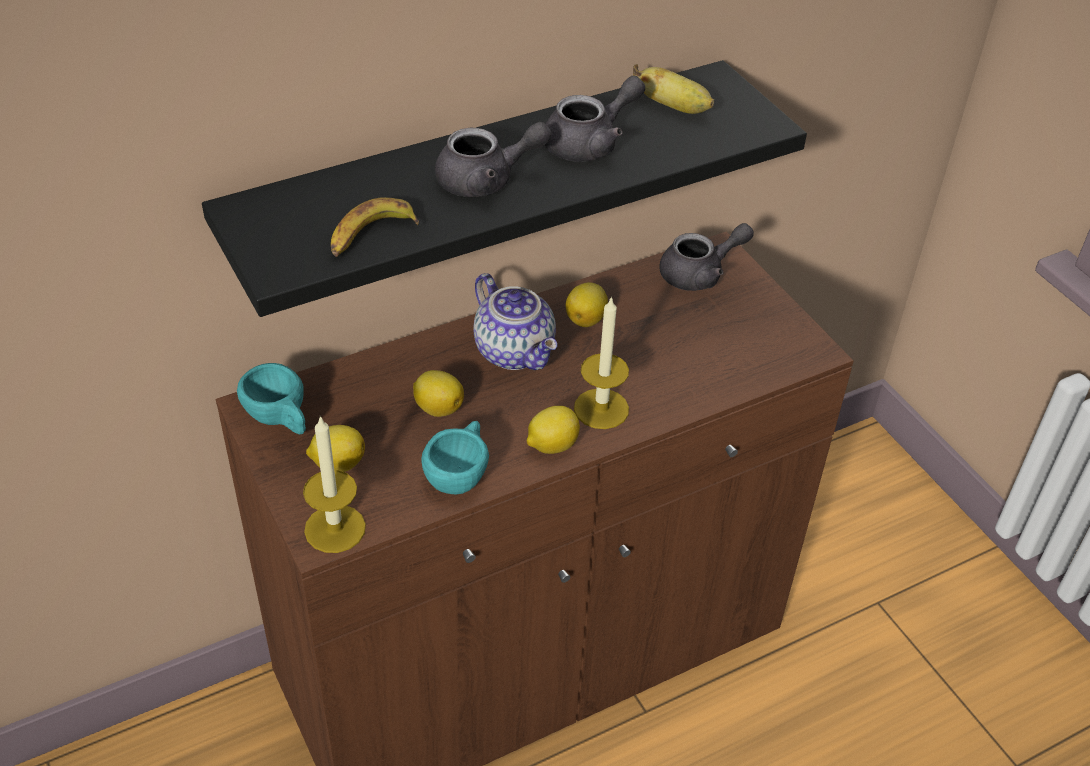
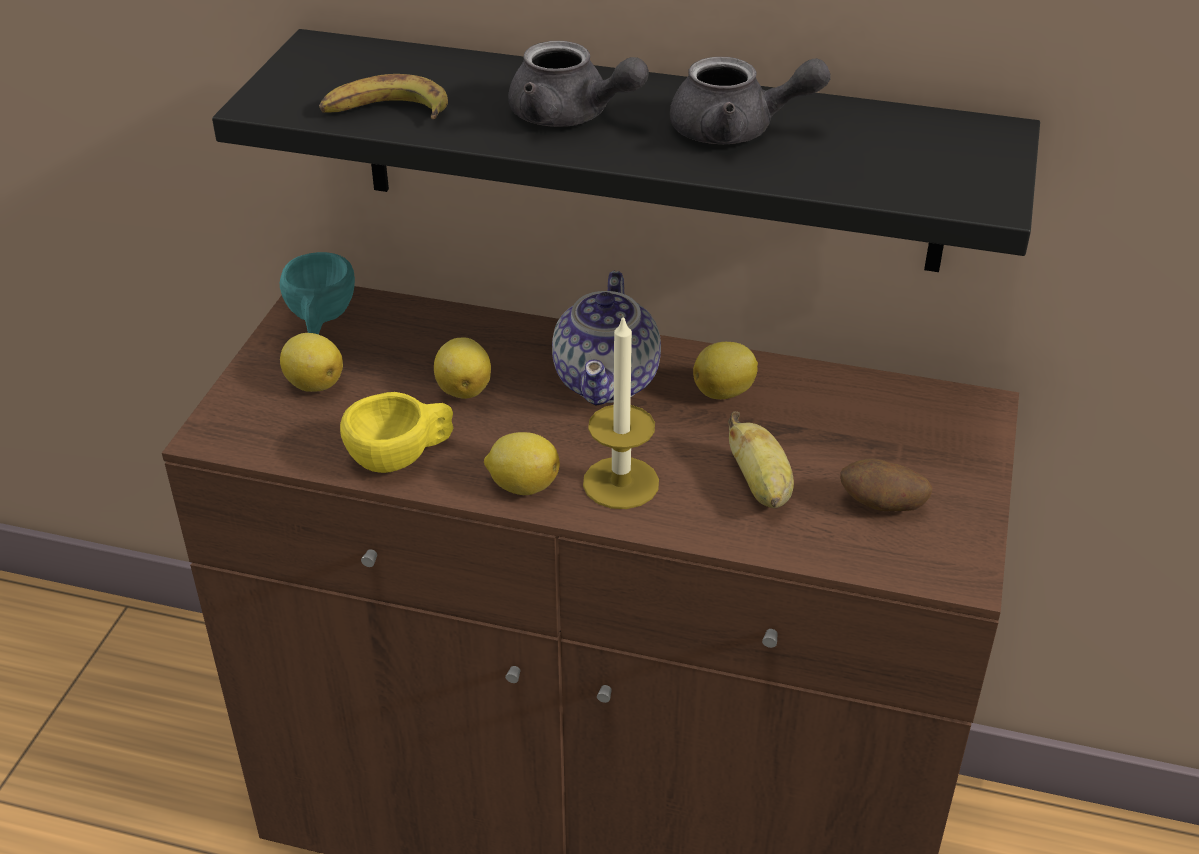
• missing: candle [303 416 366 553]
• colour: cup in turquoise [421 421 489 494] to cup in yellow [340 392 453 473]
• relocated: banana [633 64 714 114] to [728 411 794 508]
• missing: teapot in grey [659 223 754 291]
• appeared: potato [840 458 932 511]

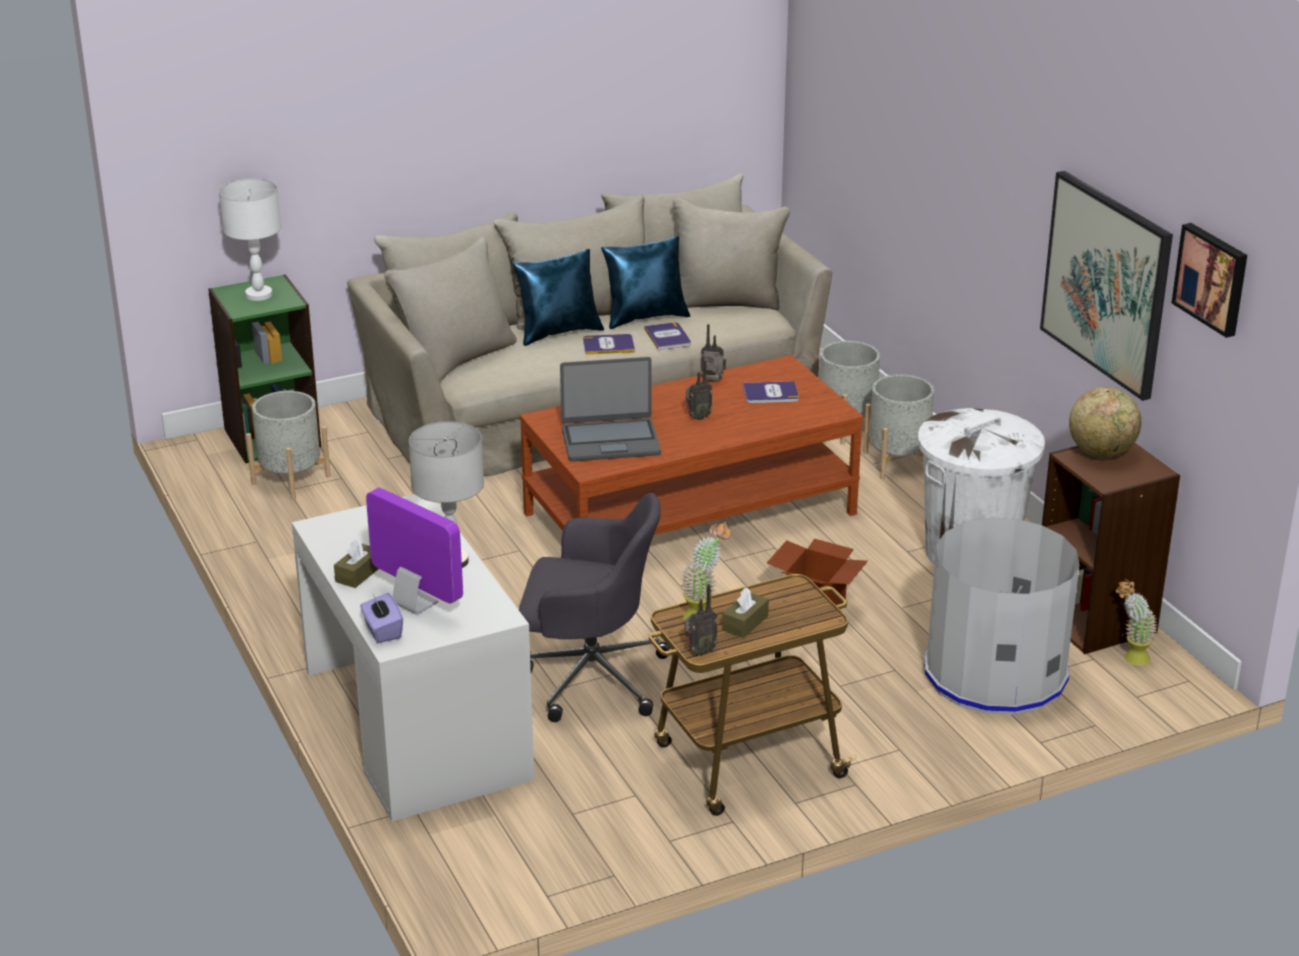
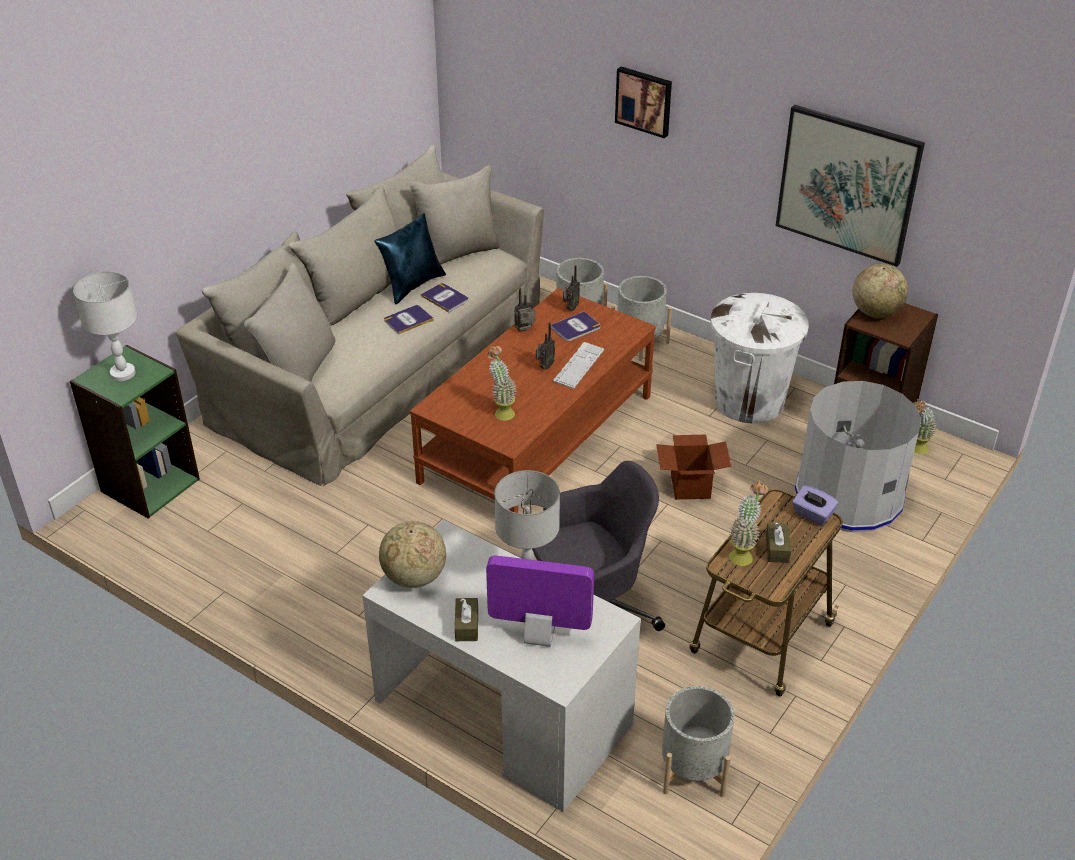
• relocated: planter in grey [246 391 331 500] to [662 686 735 797]
• relocated: tissue box in purple [360 593 403 643] to [792 485 839 525]
• missing: pillow in blue [512 249 604 346]
• exchanged: laptop [560 357 661 461] to potted plant [487 346 517 421]
• relocated: radio [685 584 718 656] to [563 265 580 311]
• relocated: picture [1172 223 1247 338] to [615 67 672 138]
• appeared: globe [379 521 446 588]
• appeared: keyboard [553 342 604 389]

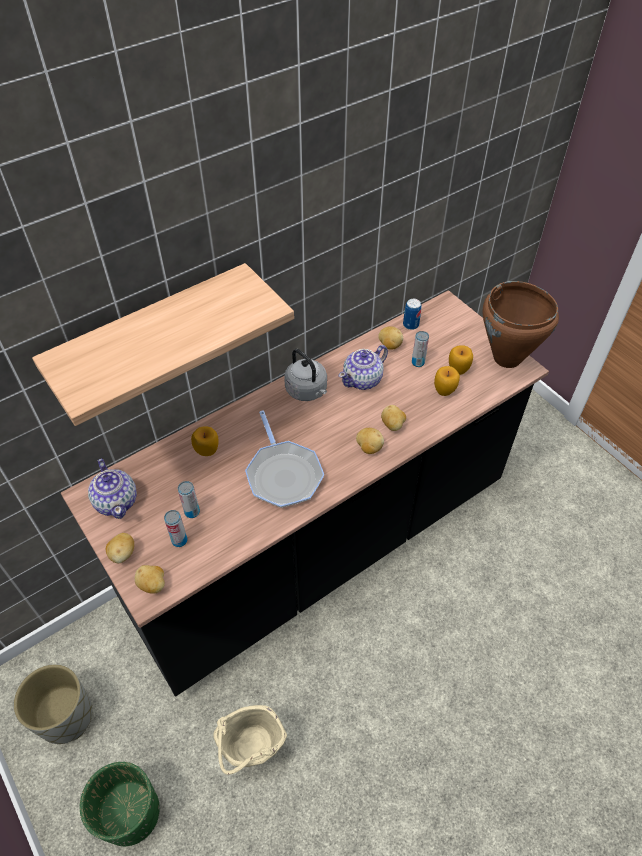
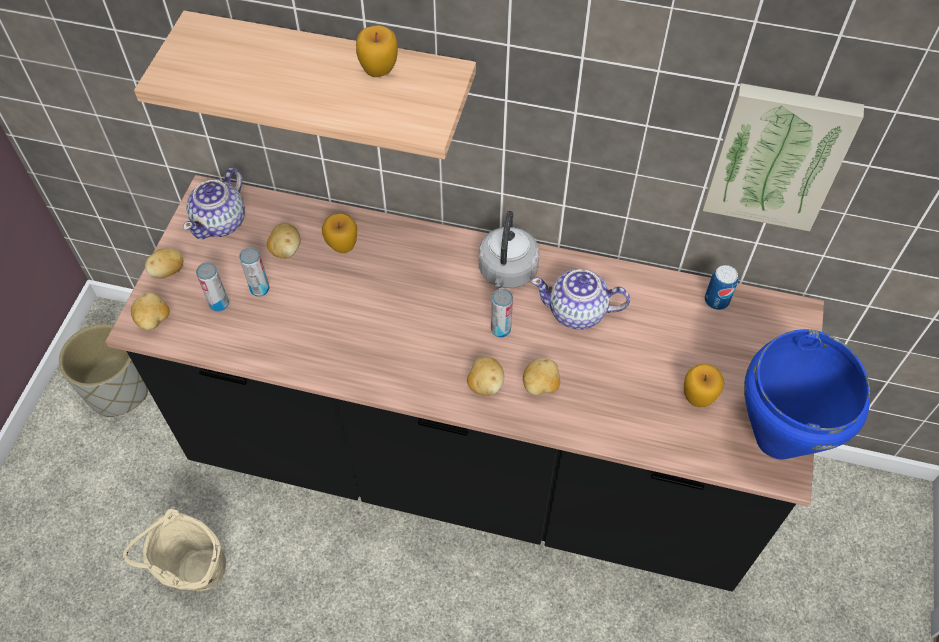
• missing: planter in green [80 762 160 846]
• missing: frying pan [245 411 324 508]
• relocated: potato [378 326 403 350] to [267 223 301 259]
• relocated: can [412 331 429 367] to [491 288 513 337]
• relocated: apple [434 366 460 396] to [356 25 398 77]
• colour: cooking pot in brown [483 281 559 368] to cooking pot in blue [744 329 870 460]
• appeared: picture [703 83 864 232]

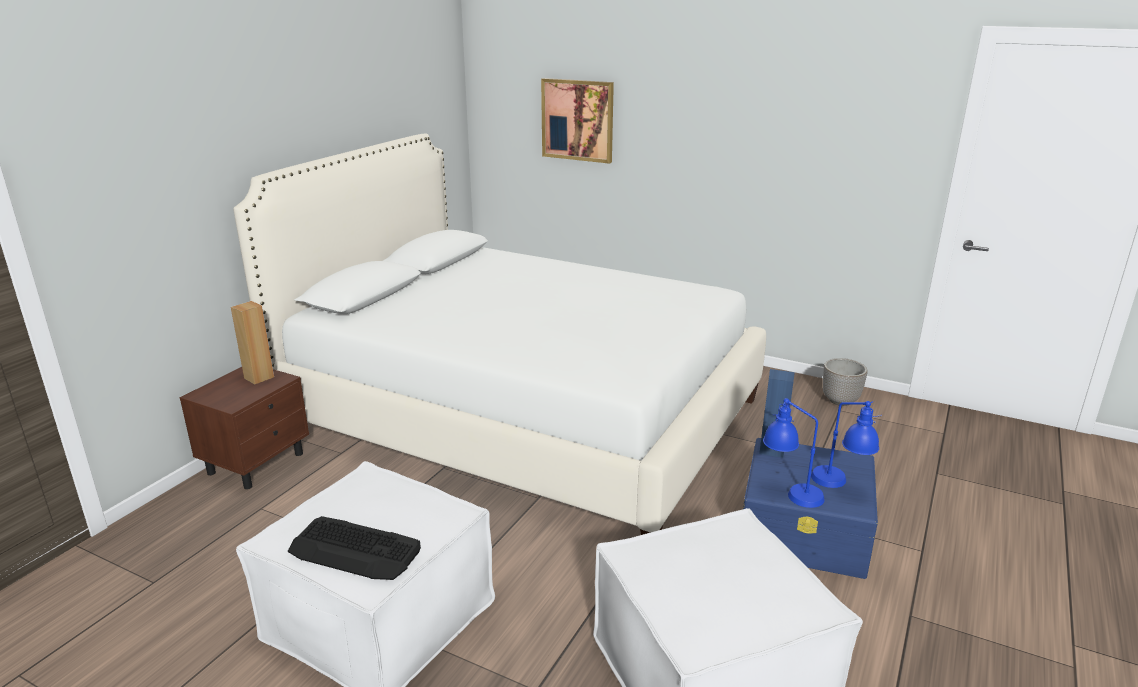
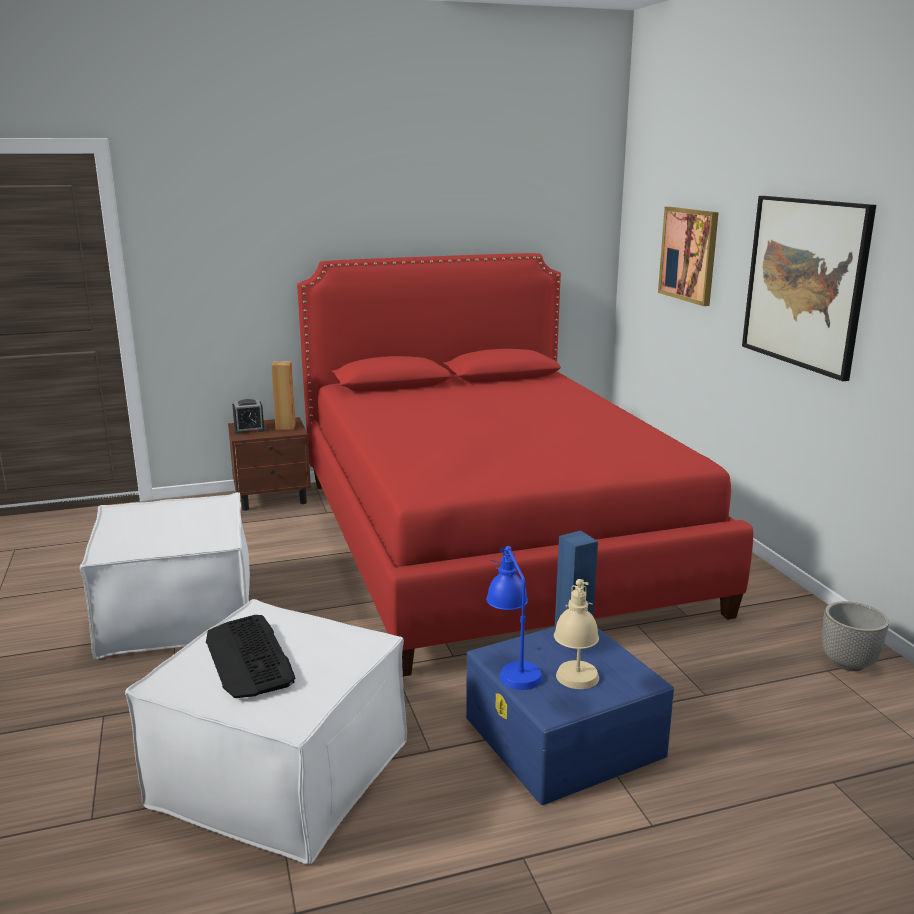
• colour: bed in white [233 134 766 535] to bed in red [297 253 753 677]
• relocated: keyboard [288 516 421 580] to [206 615 295 698]
• colour: table lamp in blue [811 401 882 488] to table lamp in beige [554 579 599 689]
• appeared: alarm clock [232 399 266 434]
• appeared: picture [742 196 876 381]

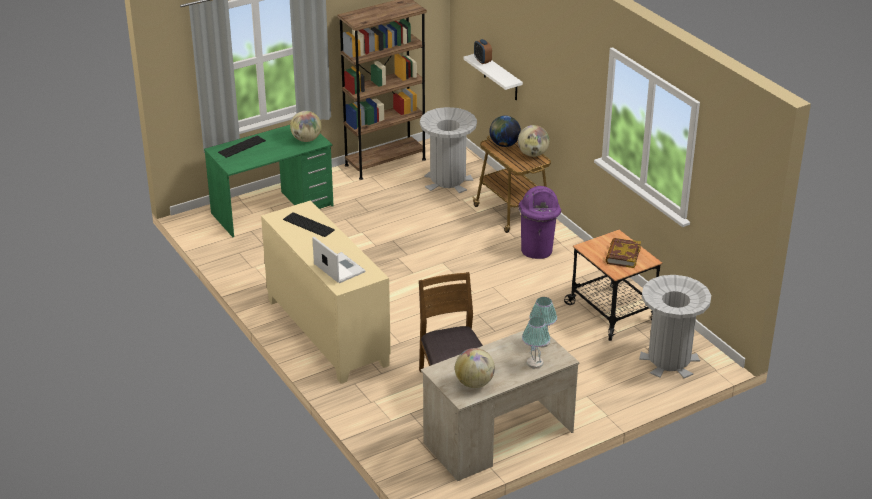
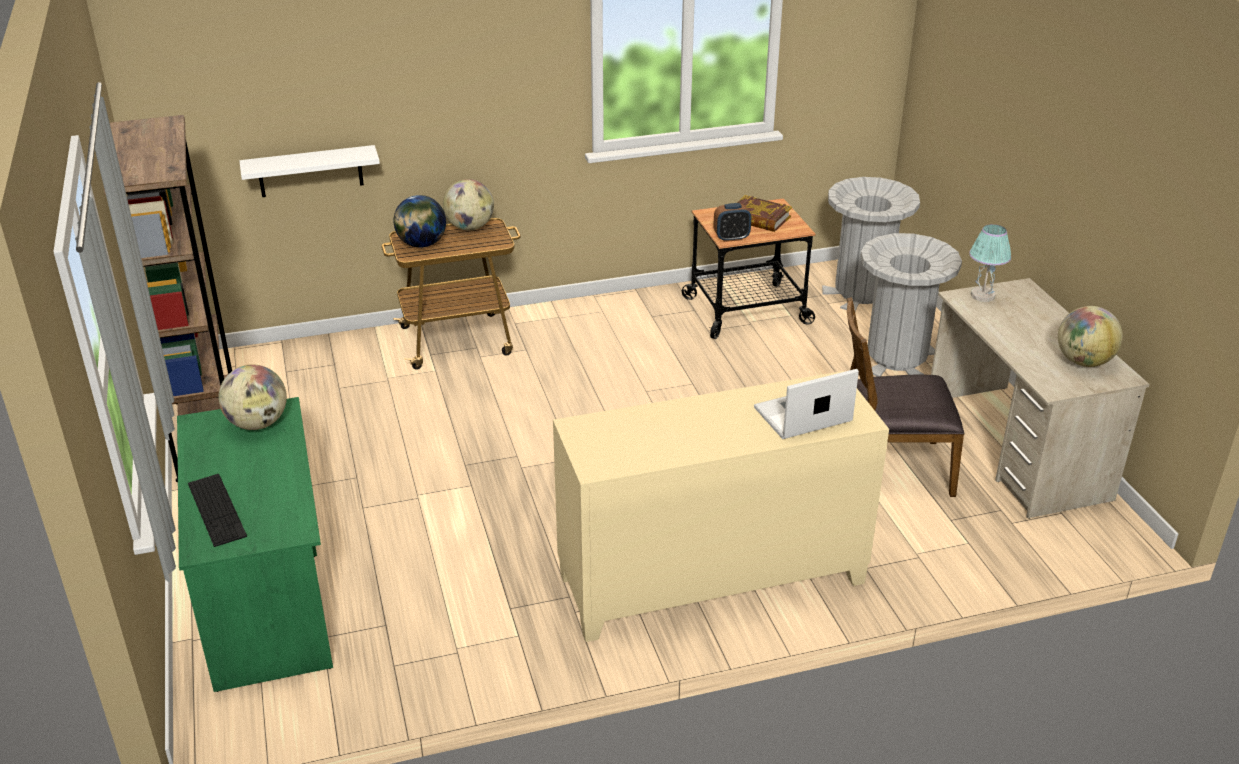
• missing: keyboard [283 212 335 237]
• relocated: trash can in grey [420 107 477 193] to [860 233 962 377]
• relocated: alarm clock [474 39 492 64] to [713 203 751 242]
• missing: trash can in purple [518 186 561 259]
• missing: table lamp [522 317 550 369]

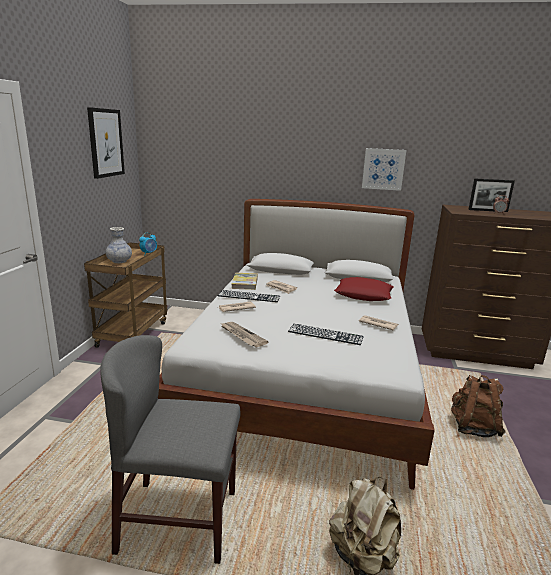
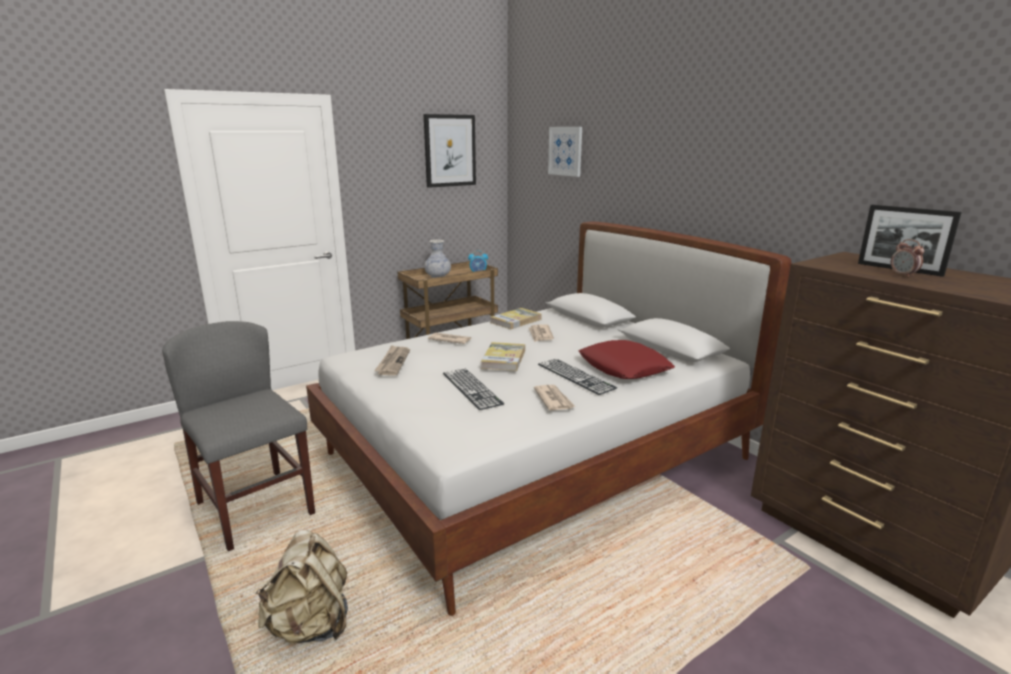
• relocated: keyboard [217 290 280 302] to [538 359 617 395]
• relocated: picture [362 148 406 191] to [548 127 582 177]
• missing: backpack in brown [451 375 506 438]
• appeared: book [481 342 525 371]

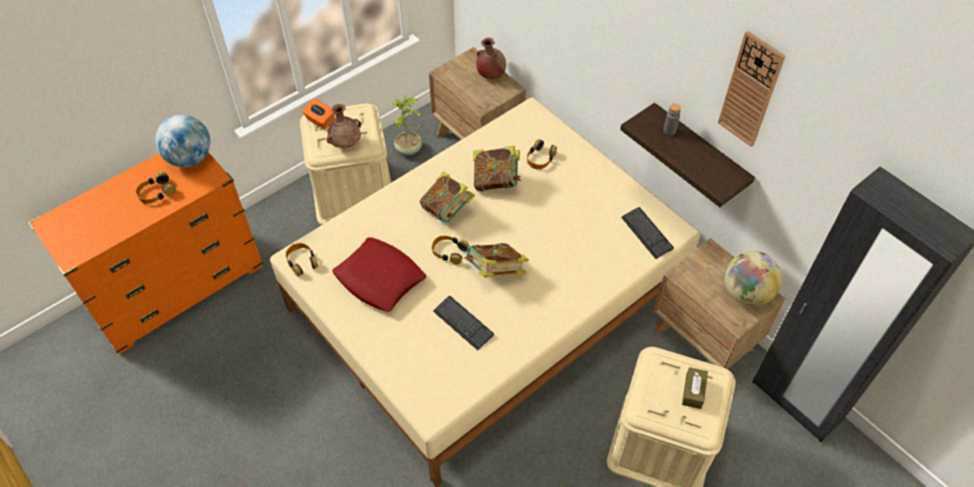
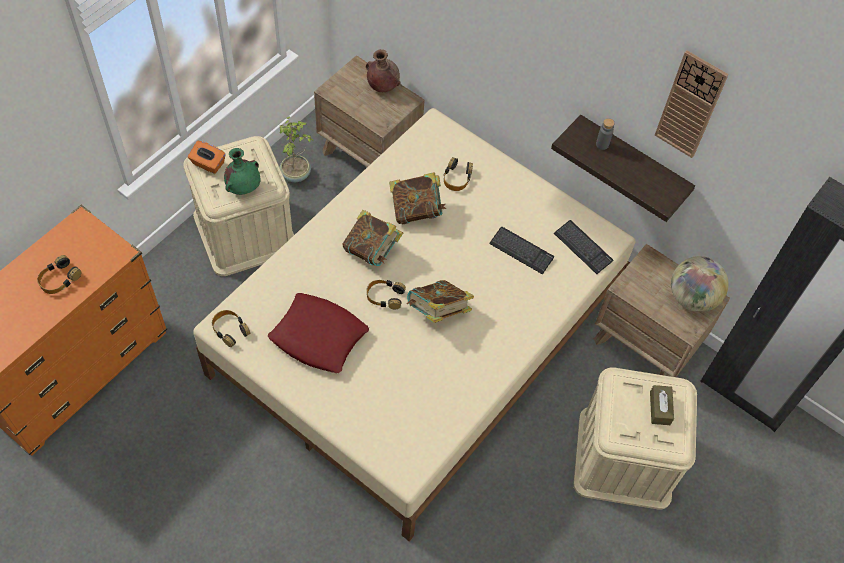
• missing: globe [155 114 210 167]
• colour: vase in brown [327 104 361 148] to vase in green [224 148 261 195]
• relocated: keyboard [433 296 494 350] to [489 227 554 275]

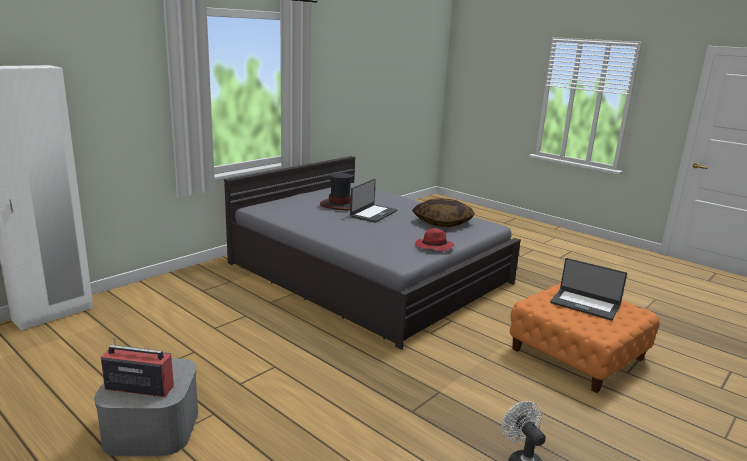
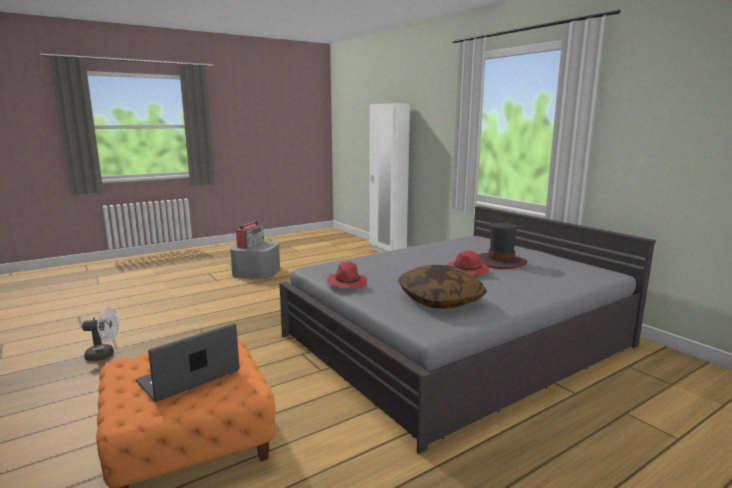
• exchanged: laptop [350 179 398 223] to hat in red [447 251 489 275]

